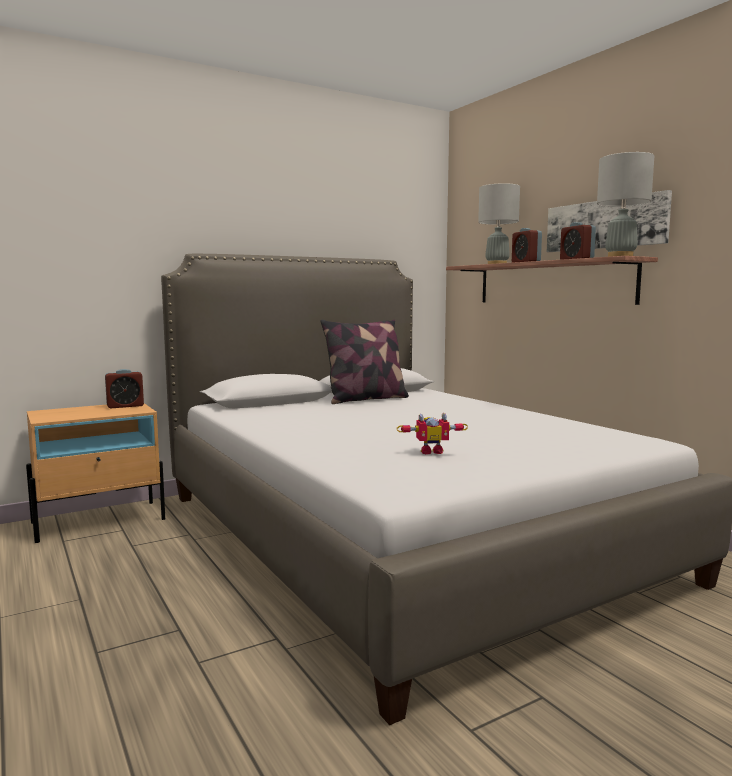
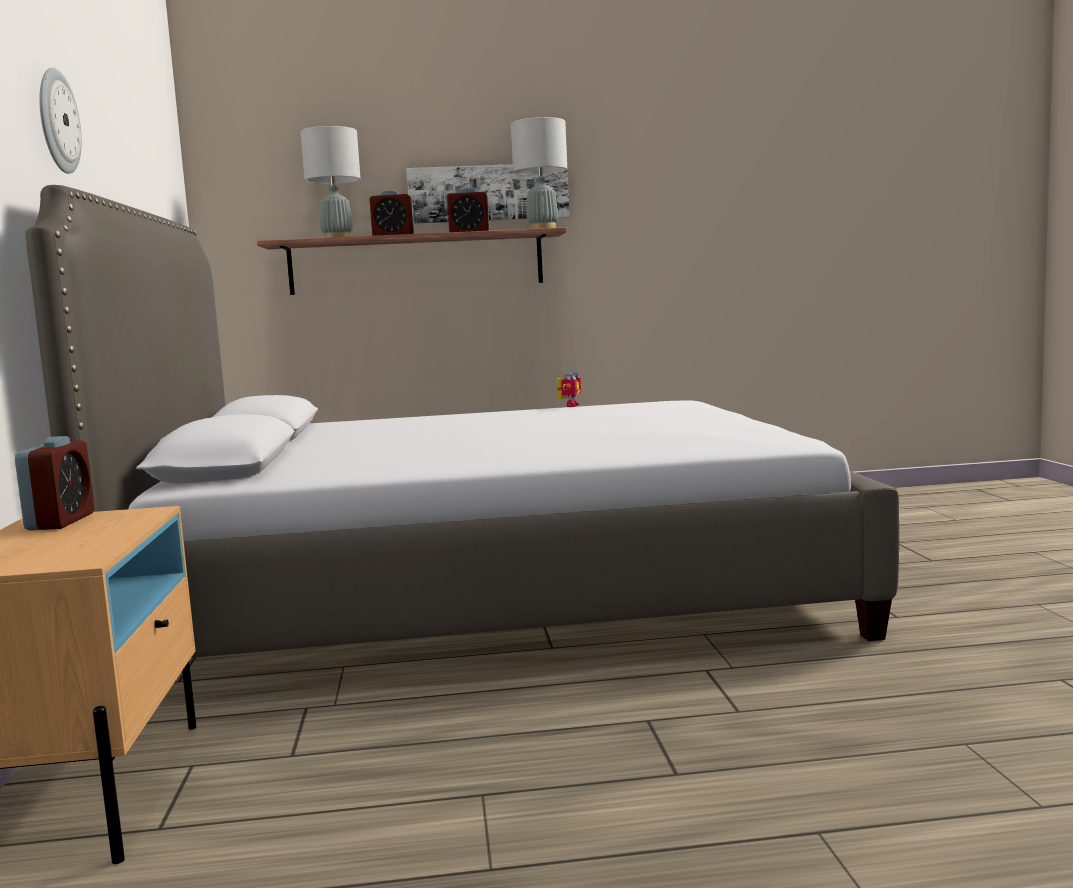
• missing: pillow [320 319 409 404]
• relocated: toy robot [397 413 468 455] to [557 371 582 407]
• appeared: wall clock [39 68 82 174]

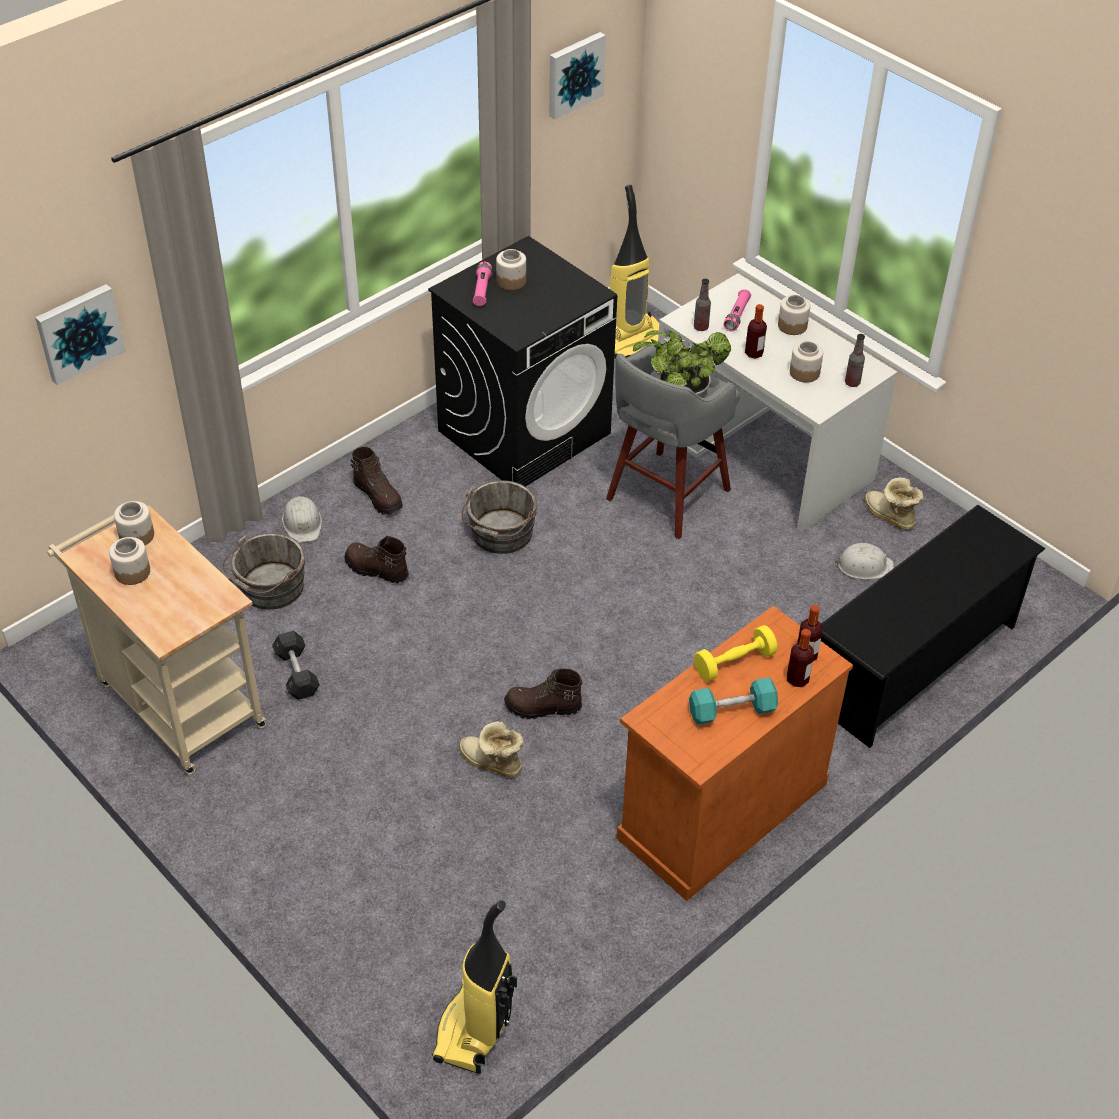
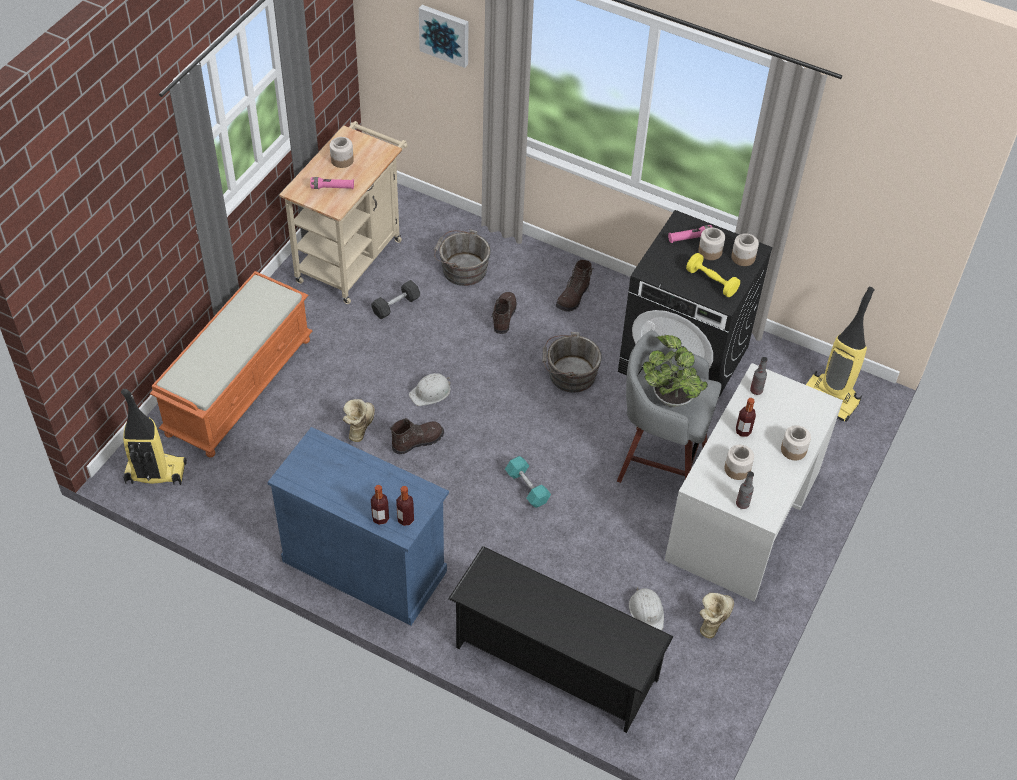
• relocated: jar [114 501 154 545] to [731 233 759 266]
• relocated: hard hat in white [282 496 322 543] to [409 373 451 406]
• spun: boot in brown [504 668 582 719] = [390 418 444 454] 75 degrees clockwise
• missing: picture [549 32 606 119]
• colour: cabinet in orange [617 606 853 901] to cabinet in blue [267 427 449 626]
• relocated: dumbbell in turquoise [689 678 778 725] to [505 456 551 508]
• relocated: dumbbell in yellow [694 625 777 681] to [686 253 740 297]
• relocated: flashlight in pink [724 289 751 332] to [310 177 354 189]
• appeared: bench in orange [150 271 313 458]

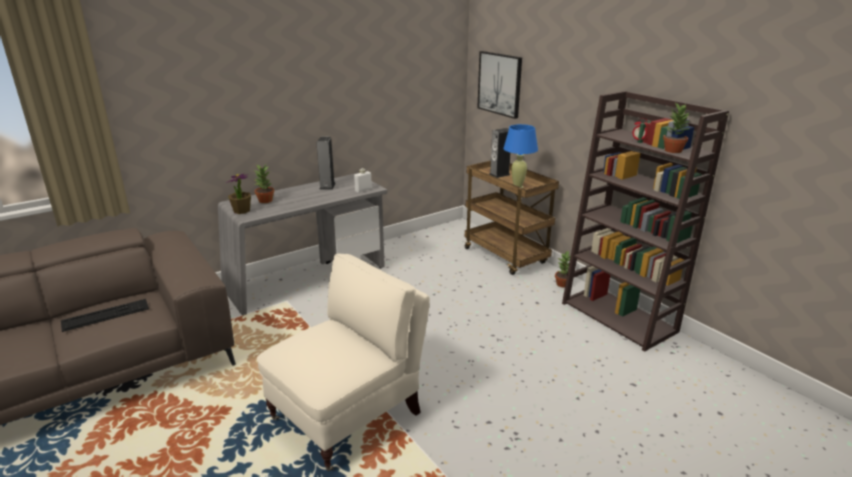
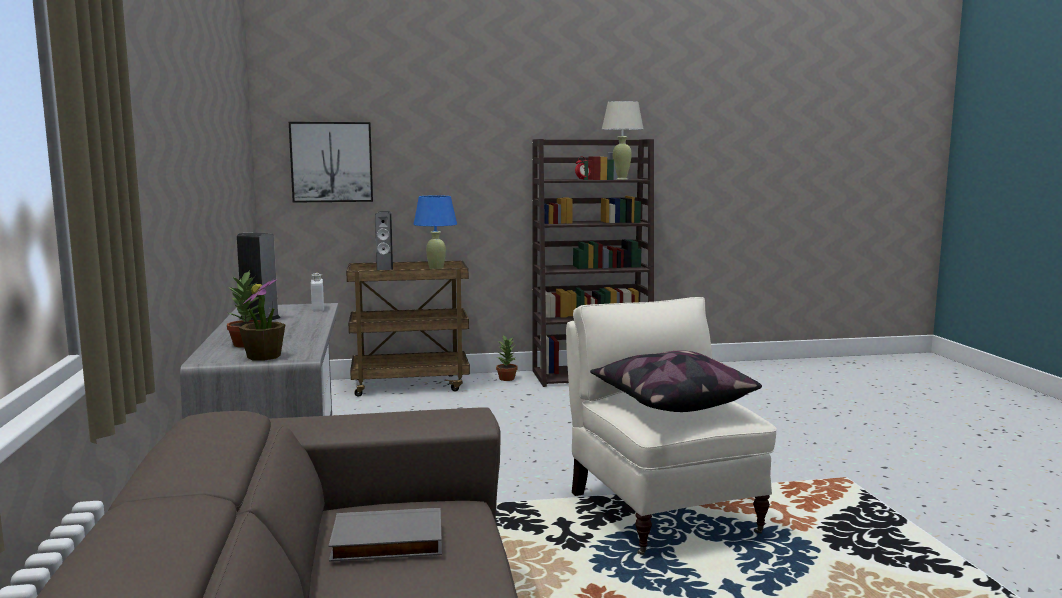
• exchanged: keyboard [61 299 149 332] to book in grey [328 508 442 562]
• exchanged: potted plant [663 103 692 153] to table lamp in beige [602 101 644 180]
• appeared: pillow [590 351 762 412]

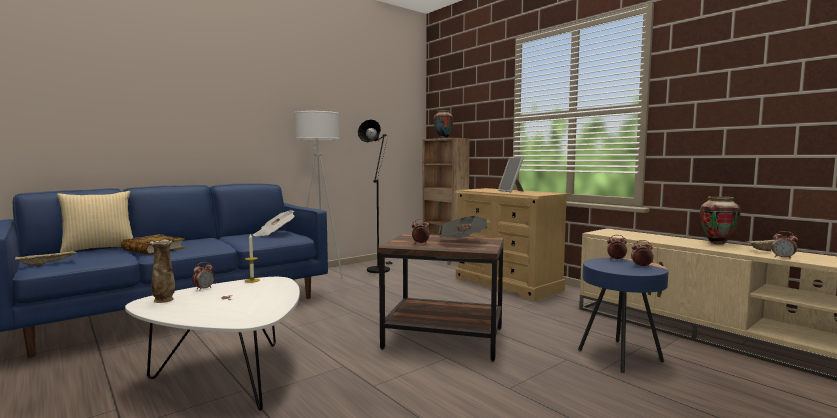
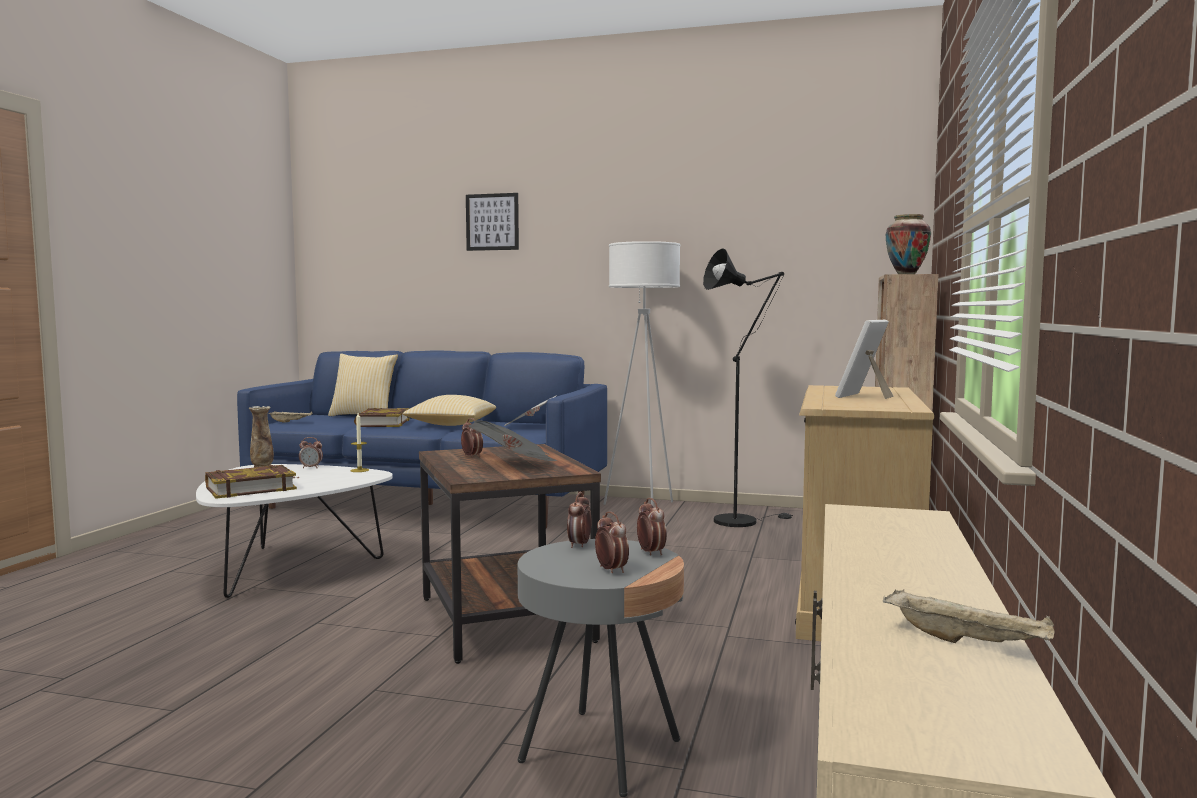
• colour: side table in blue [578 258 669 373] to side table in grey [518 539 684 797]
• missing: vase [700 196 741 245]
• relocated: alarm clock [772 231 798 260] to [567 492 592 548]
• appeared: book [205 465 297 499]
• appeared: pillow [403 395 496 426]
• appeared: picture [466 193 519 251]

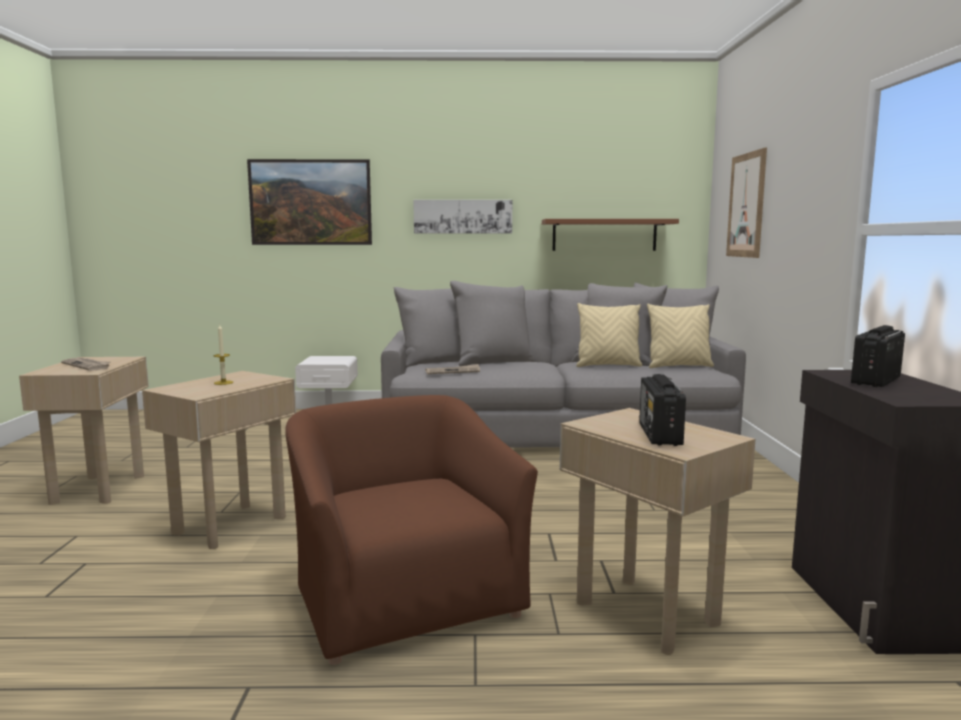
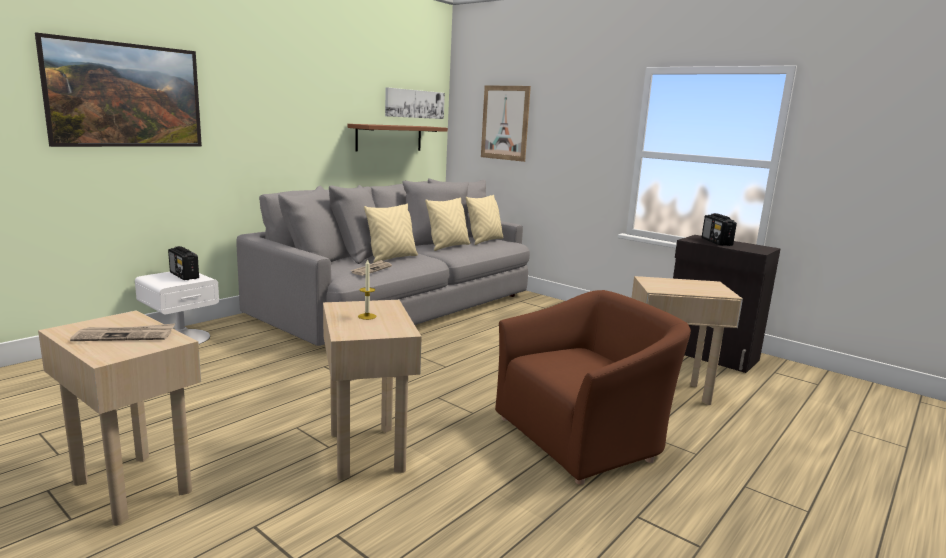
• spun: armchair in brown [285 395 538 665] = [495 290 691 485] 135 degrees clockwise
• relocated: picture [413 200 512 234] to [385 87 445 119]
• relocated: radio [639 374 686 446] to [168 246 199 280]
• appeared: pillow in beige [364 203 418 263]

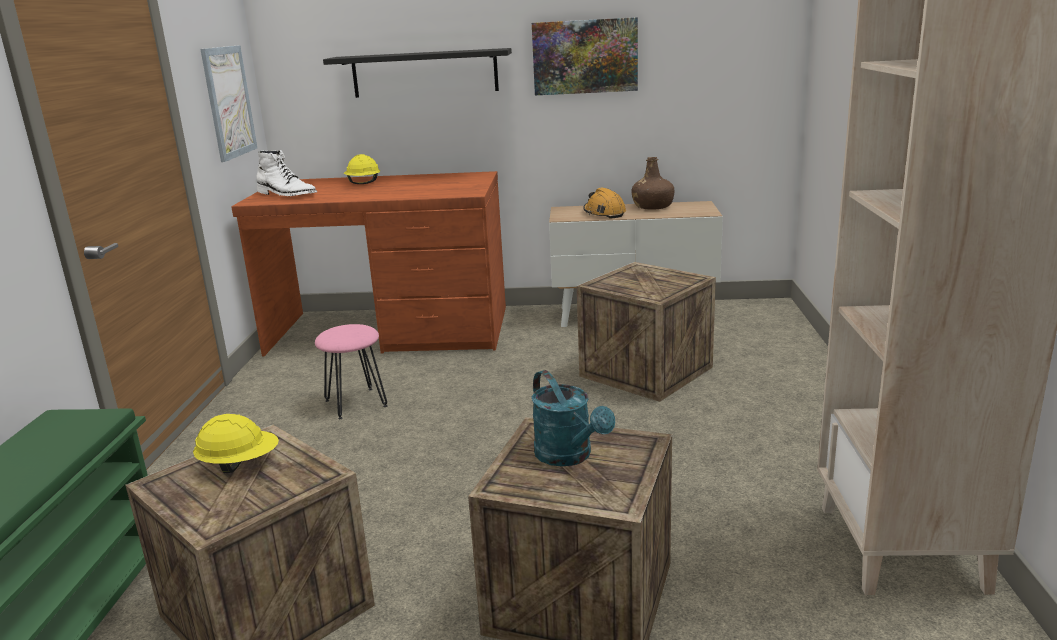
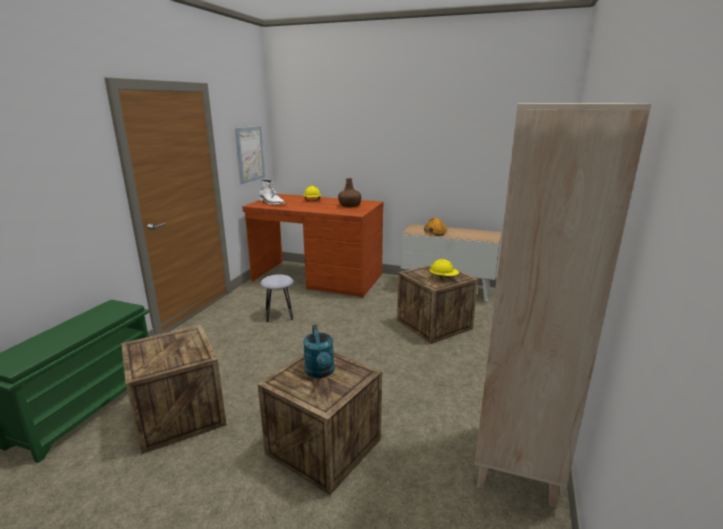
• relocated: hard hat in yellow [193 414 279 473] to [430 259 459 280]
• colour: stool in pink [315 324 388 419] to stool in grey [260 274 293 322]
• missing: shelf in black [323 48 512 98]
• missing: picture [532 17 638 95]
• relocated: bottle in brown [632 157 674 210] to [338 178 361 207]

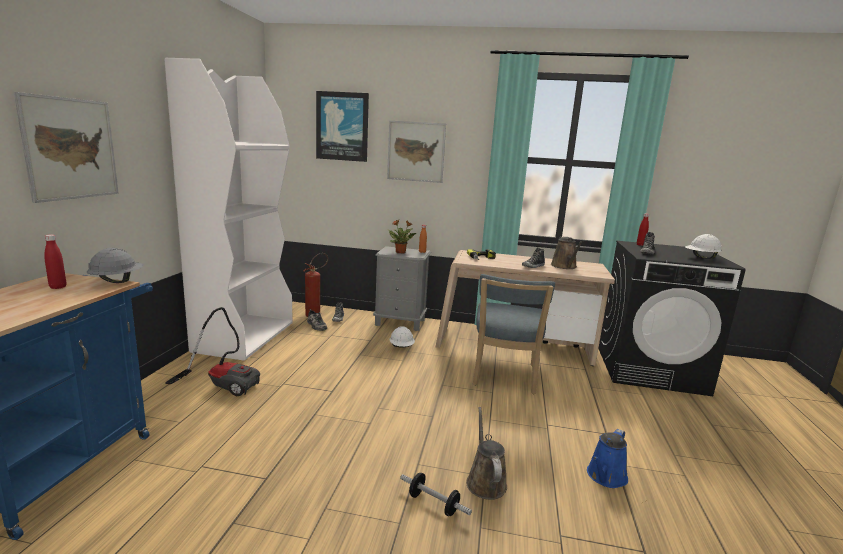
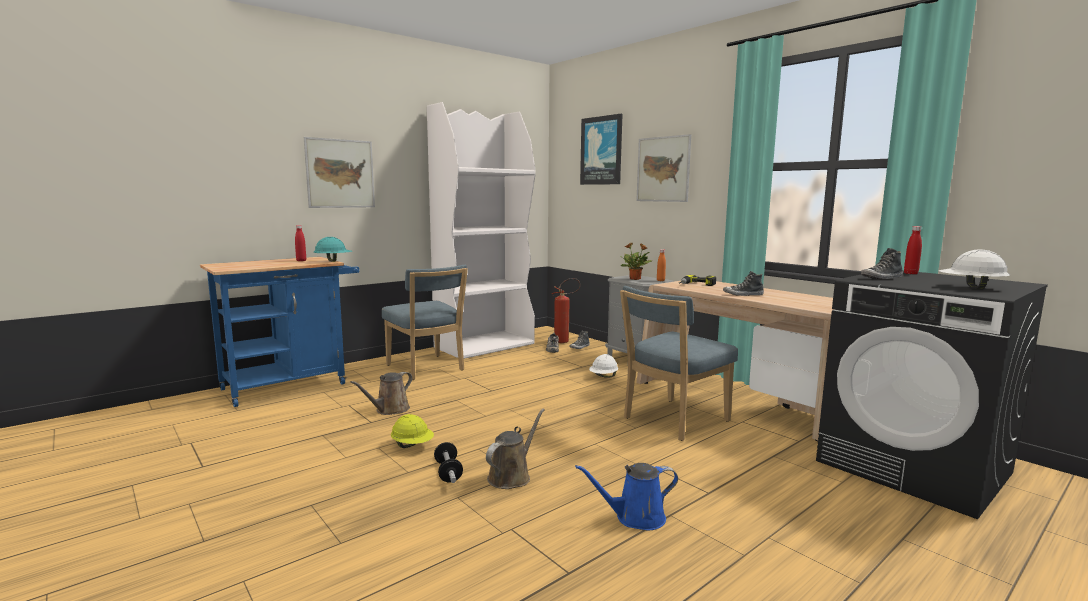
• colour: hard hat in grey [87 248 143 283] to hard hat in turquoise [314 237 352 262]
• exchanged: vacuum cleaner [165 307 260 396] to chair in blue [382 265 468 380]
• relocated: watering can in brown [551 237 583 269] to [350 372 412 415]
• appeared: hard hat in yellow [391 414 434 448]

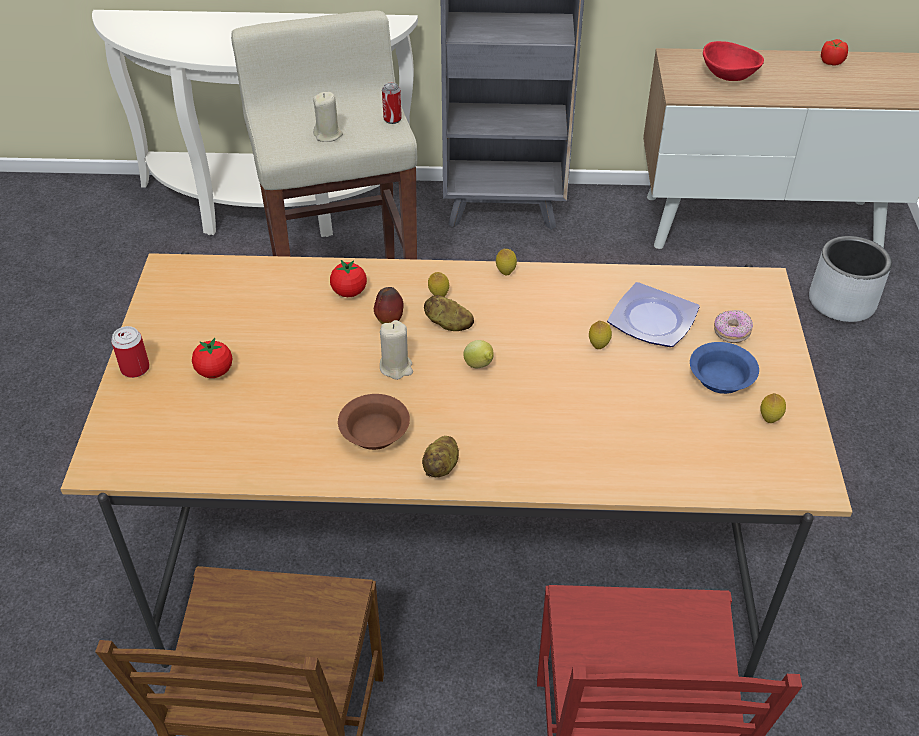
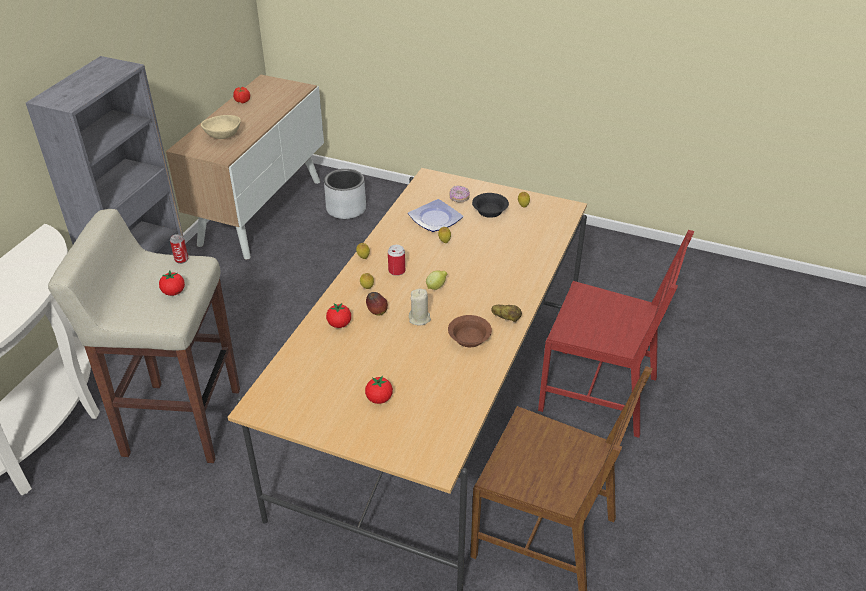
• relocated: can [111 326 150 378] to [388 245 405 276]
• exchanged: candle in beige [313 92 343 142] to tomato [159 271 185 296]
• missing: potato [424 295 474 331]
• colour: bowl in blue [690 342 759 394] to bowl in black [472 193 509 218]
• colour: bowl in red [703 41 764 81] to bowl in beige [201 115 241 139]

